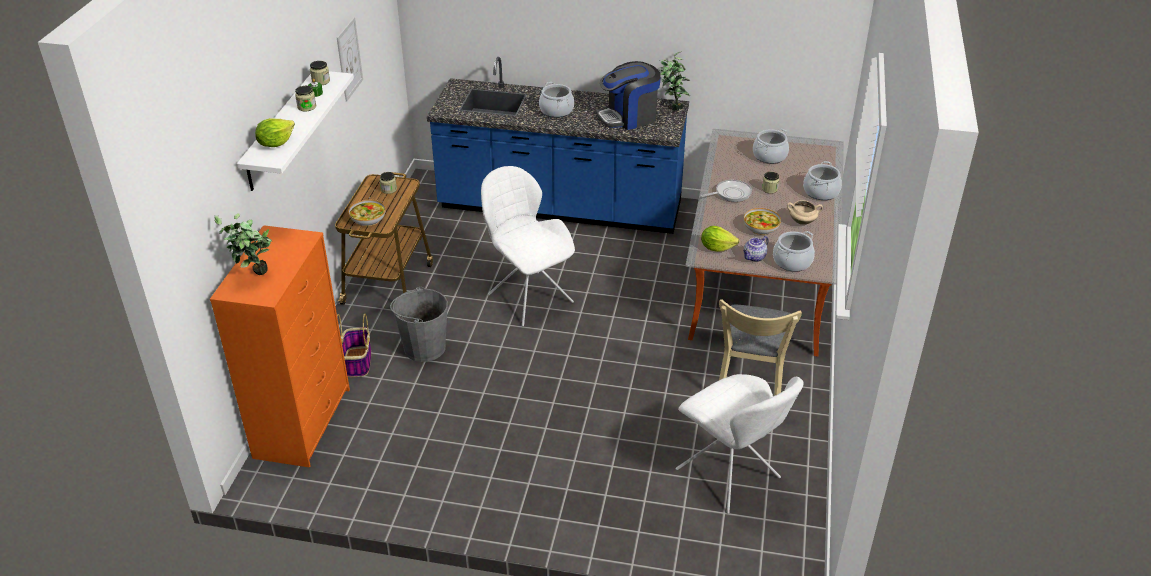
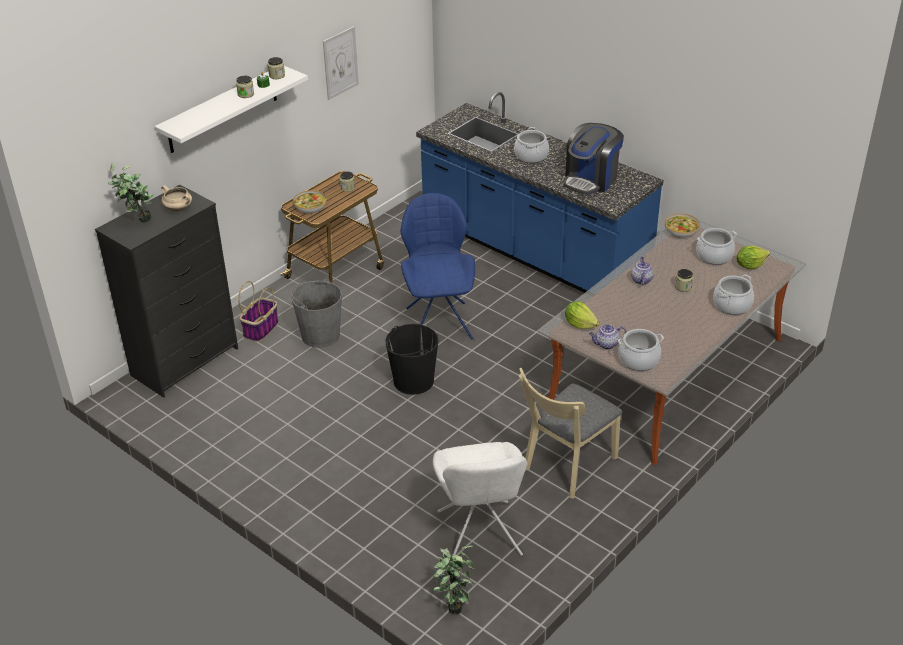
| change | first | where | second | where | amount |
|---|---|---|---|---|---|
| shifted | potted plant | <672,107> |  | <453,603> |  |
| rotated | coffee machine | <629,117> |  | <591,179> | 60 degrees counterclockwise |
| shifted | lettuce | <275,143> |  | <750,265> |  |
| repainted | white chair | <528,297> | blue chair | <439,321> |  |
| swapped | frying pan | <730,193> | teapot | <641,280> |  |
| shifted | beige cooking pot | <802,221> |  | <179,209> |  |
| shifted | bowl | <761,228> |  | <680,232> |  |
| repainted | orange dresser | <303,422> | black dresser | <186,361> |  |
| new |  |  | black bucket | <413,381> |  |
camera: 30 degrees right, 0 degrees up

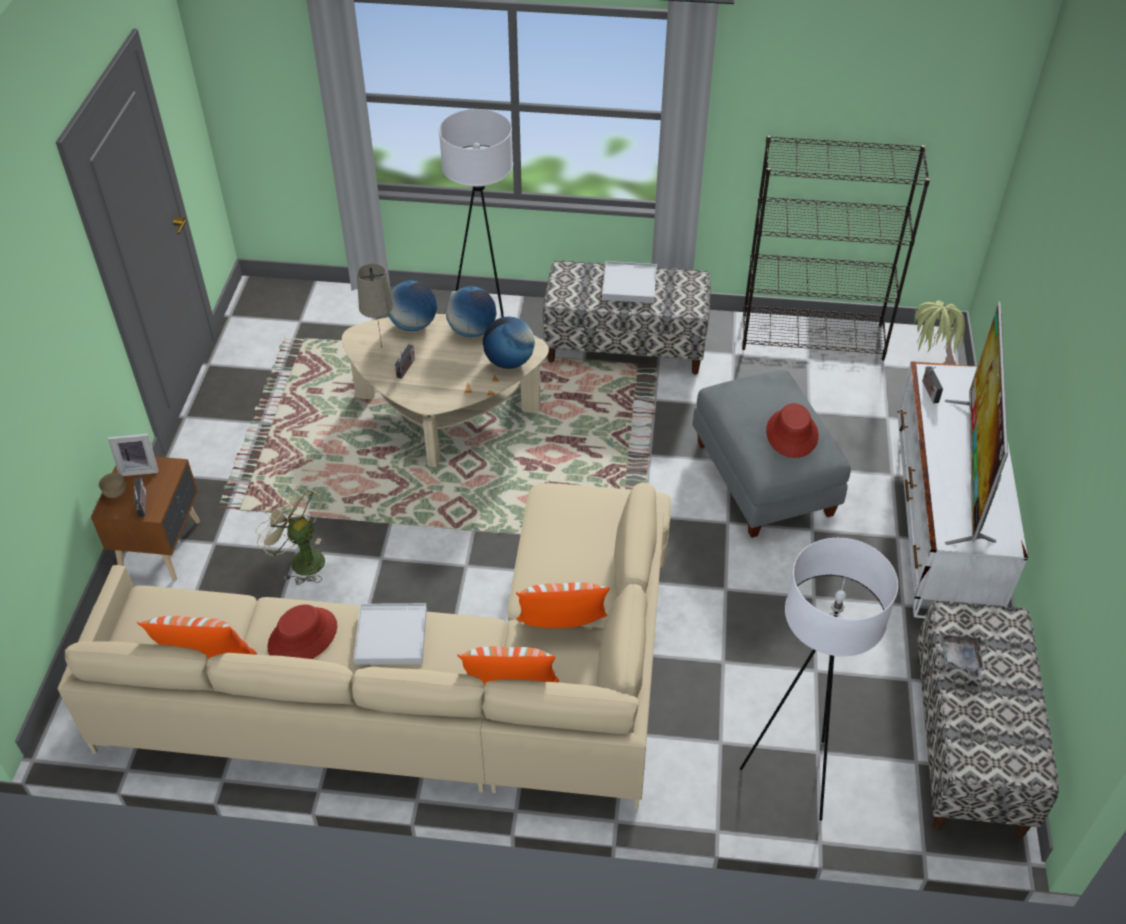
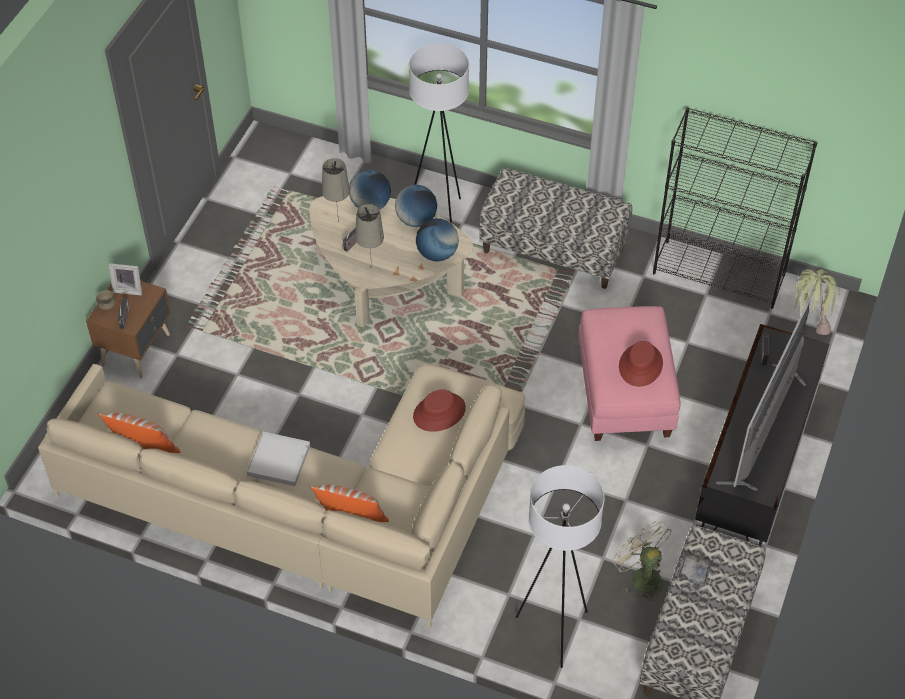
| change | first | where | second | where | amount |
|---|---|---|---|---|---|
| gone | white tray | <629,284> |  |  |  |
| repainted | white tv stand | <939,527> | black tv stand | <753,466> |  |
| repainted | grey ottoman | <765,479> | pink ottoman | <626,393> |  |
| shifted | beige fan | <301,560> |  | <641,576> |  |
| gone | pillow | <562,627> |  |  |  |
| shifted | red hat | <303,637> |  | <439,412> |  |
| new |  |  | beige table lamp | <371,271> |  |
camera: 15 degrees right, 5 degrees up

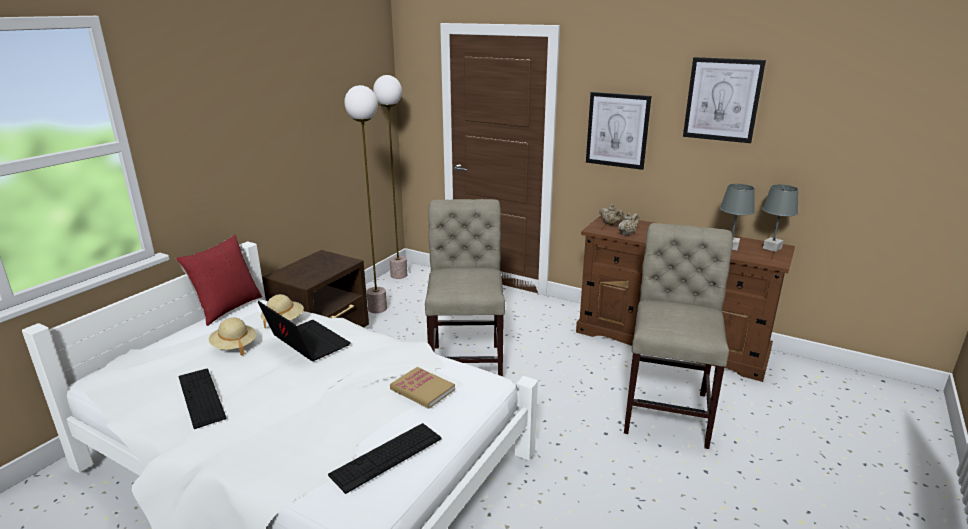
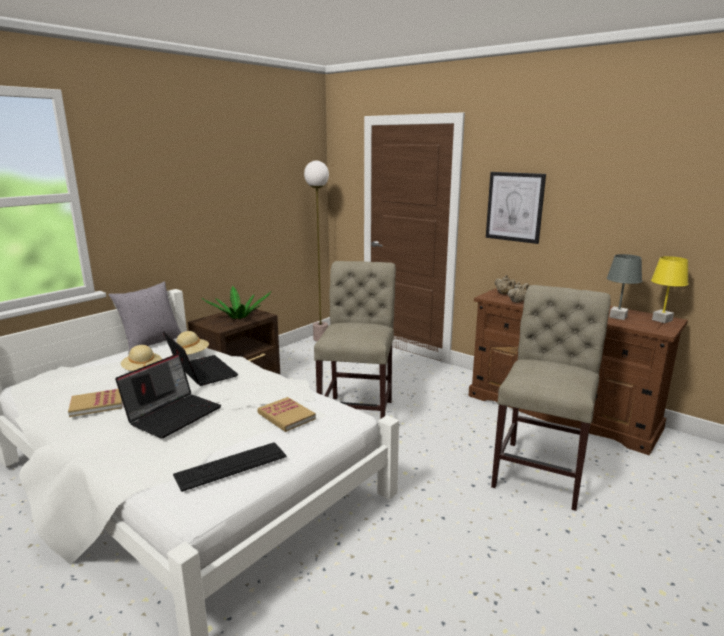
| change | first | where | second | where | amount |
|---|---|---|---|---|---|
| gone | picture | <722,100> |  |  |  |
| gone | floor lamp | <377,308> |  |  |  |
| repainted | grey table lamp | <772,248> | yellow table lamp | <662,320> |  |
| repainted | red pillow | <227,308> | grey pillow | <151,343> |  |
| swapped | keyboard | <201,397> | book | <97,404> |  |
| new |  |  | potted plant | <239,317> |  |
| new |  |  | laptop | <173,414> |  |
camera: 10 degrees right, 5 degrees down

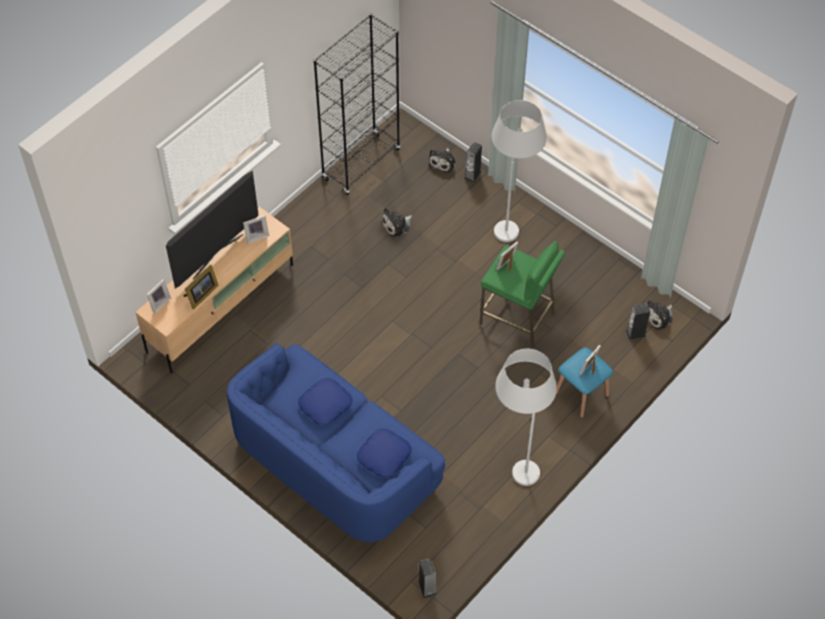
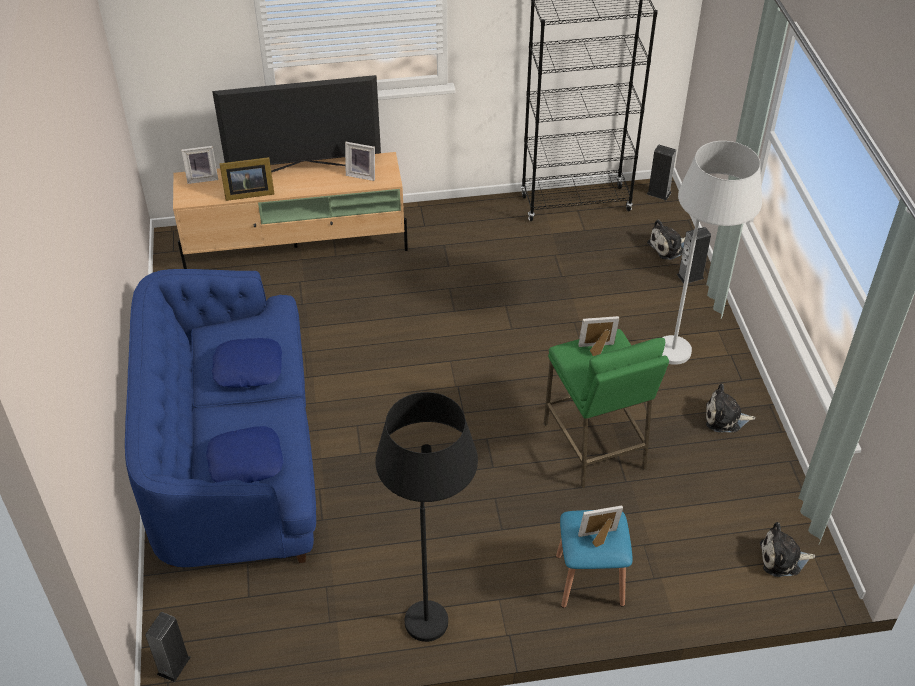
| change | first | where | second | where | amount |
|---|---|---|---|---|---|
| shifted | plush toy | <397,225> |  | <725,418> |  |
| shifted | speaker | <636,333> |  | <658,193> |  |
| repainted | white floor lamp | <517,461> | black floor lamp | <430,601> |  |
camera: 40 degrees right, 10 degrees down

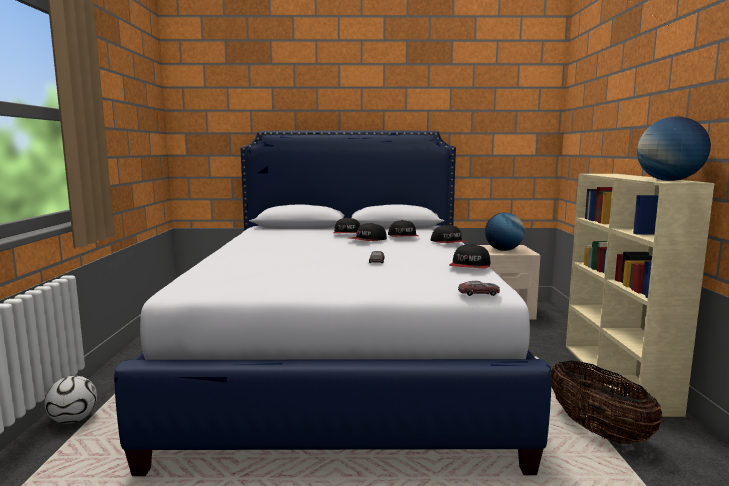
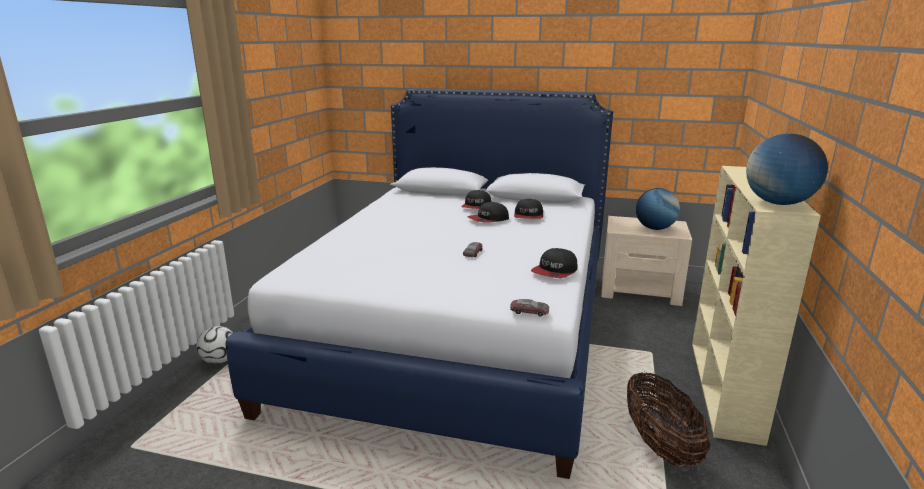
| change | first | where | second | where | amount |
|---|---|---|---|---|---|
| gone | cap | <449,243> |  |  |  |
camera: 15 degrees right, 10 degrees up

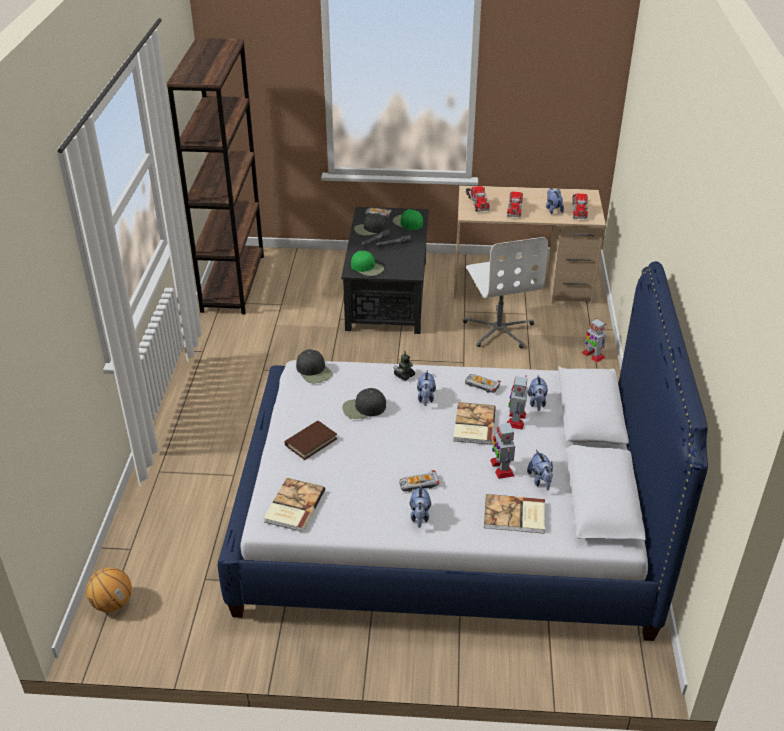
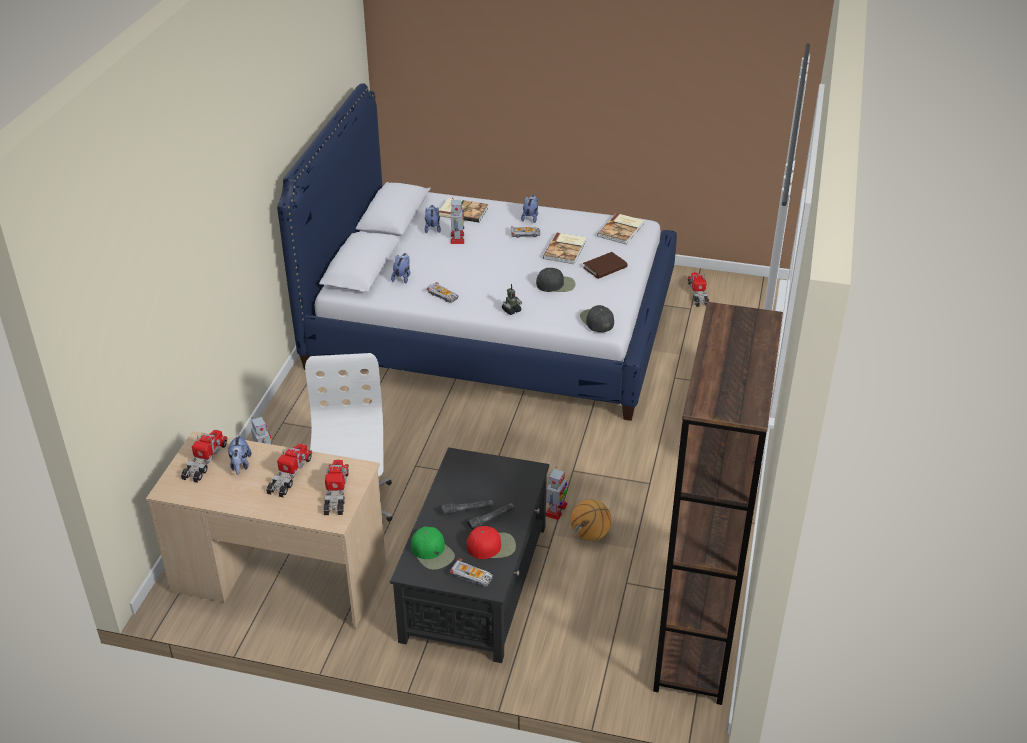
| change | first | where | second | where | amount |
|---|---|---|---|---|---|
| repainted | black cap | <370,229> | red cap | <491,546> |  |
| gone | green cap | <367,268> |  |  |  |
| gone | plush toy | <426,398> |  |  |  |
| shifted | toy robot | <516,419> |  | <556,510> |  |
| shifted | book | <473,425> |  | <566,250> |  |
| shifted | basketball | <112,603> |  | <590,534> |  |
| new |  |  | toy truck | <698,294> |  |
camera: 170 degrees left, 0 degrees up

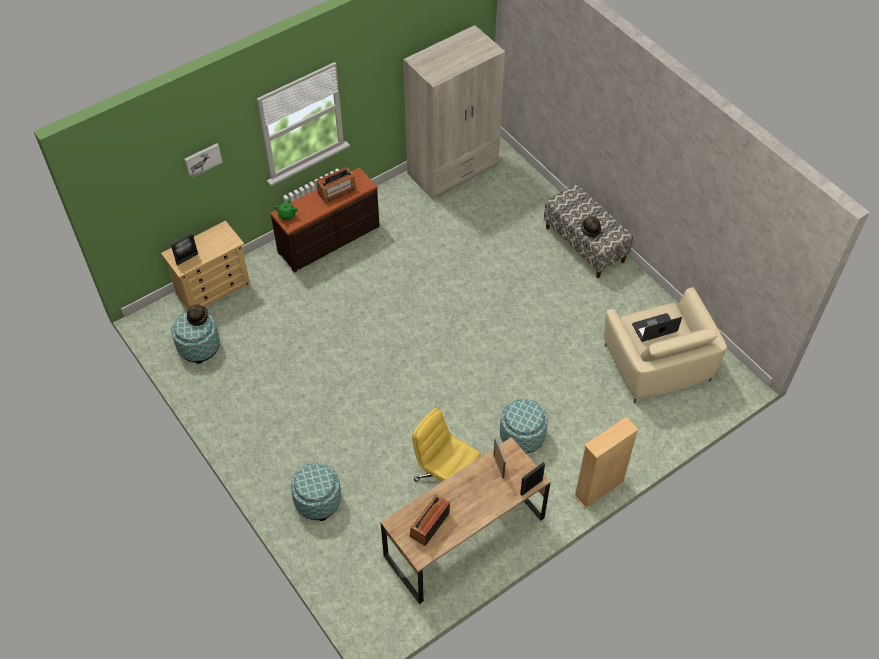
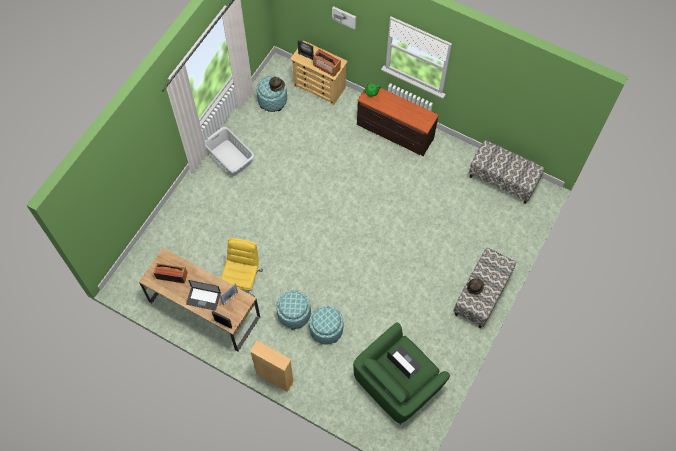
| change | first | where | second | where | amount |
|---|---|---|---|---|---|
| swapped | beige wardrobe | <453,170> | bench | <503,180> |  |
| shifted | radio | <337,191> |  | <326,67> |  |
| repainted | beige armchair | <657,363> | green armchair | <397,382> |  |
| shifted | ottoman | <318,501> |  | <326,330> |  |
| new |  |  | grey laundry basket | <230,158> |  |
| new |  |  | laptop | <203,299> |  |
camera: 65 degrees right, 10 degrees up

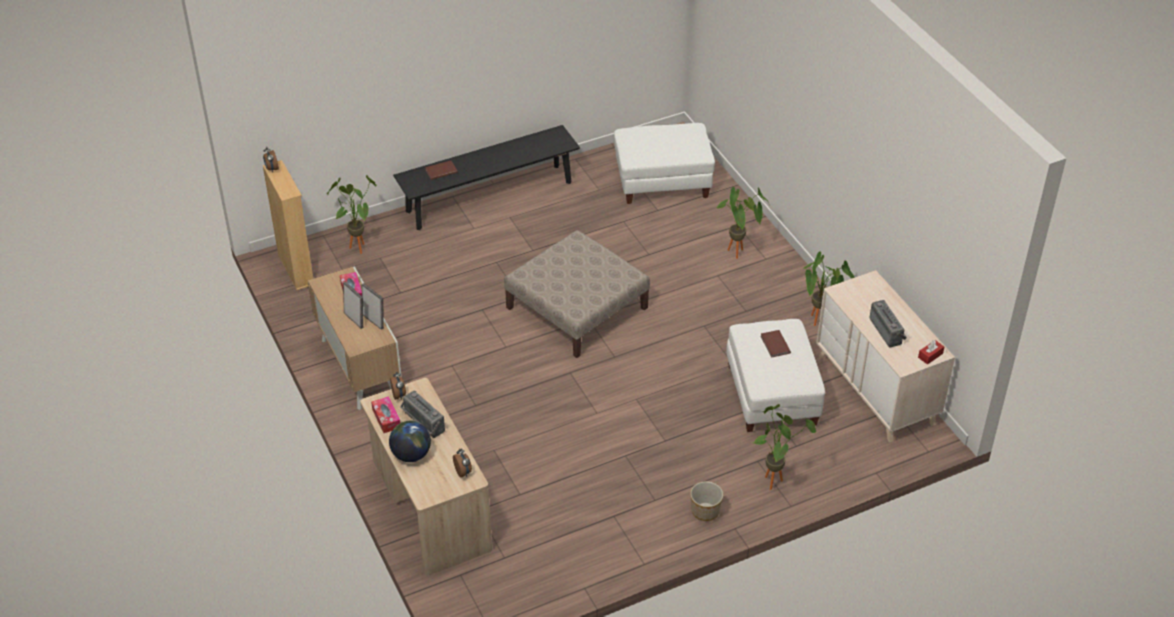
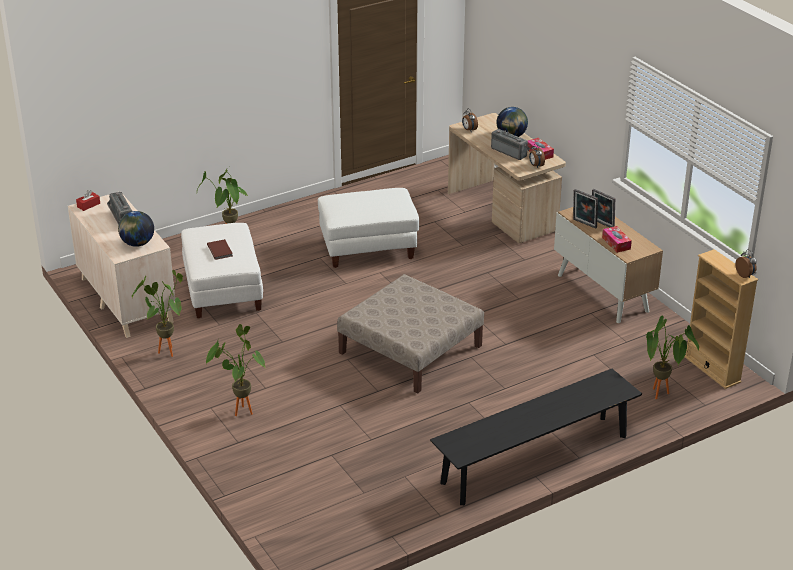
| change | first | where | second | where | amount |
|---|---|---|---|---|---|
| shifted | white ottoman | <662,182> |  | <368,248> |  |
| gone | brown book | <440,171> |  |  |  |
| gone | planter | <706,511> |  |  |  |
| new |  |  | globe | <137,243> |  |
camera: 175 degrees right, 10 degrees down

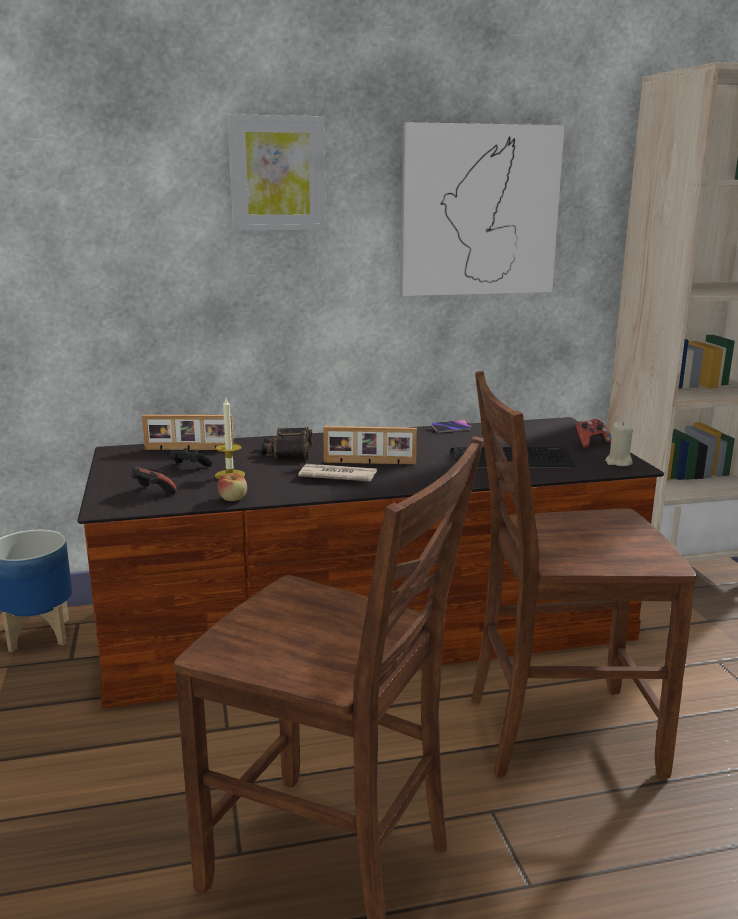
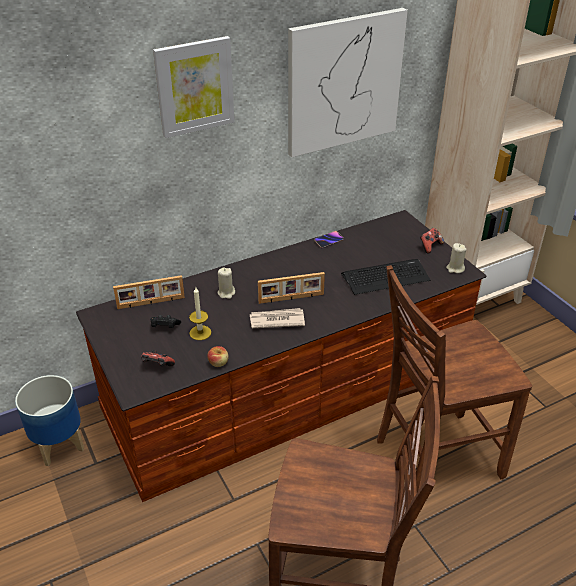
| change | first | where | second | where | amount |
|---|---|---|---|---|---|
| swapped | binoculars | <288,451> | beige candle | <226,293> |  |
camera: 15 degrees left, 20 degrees up

